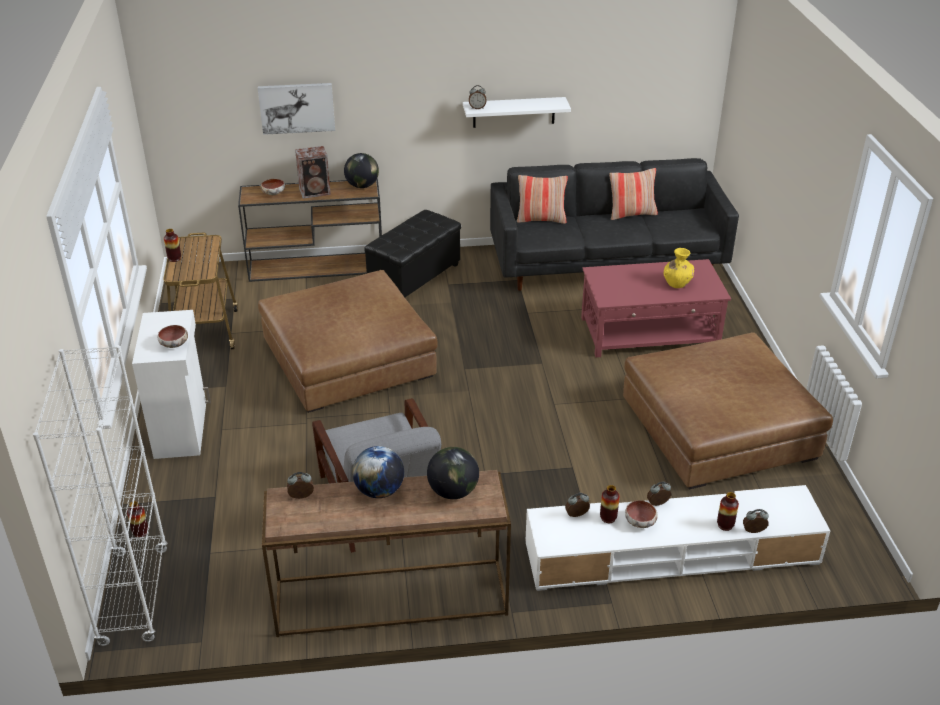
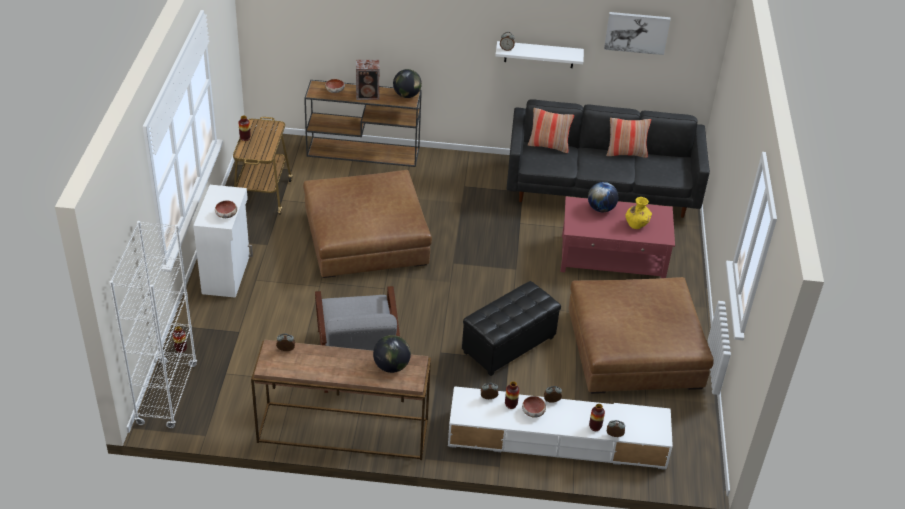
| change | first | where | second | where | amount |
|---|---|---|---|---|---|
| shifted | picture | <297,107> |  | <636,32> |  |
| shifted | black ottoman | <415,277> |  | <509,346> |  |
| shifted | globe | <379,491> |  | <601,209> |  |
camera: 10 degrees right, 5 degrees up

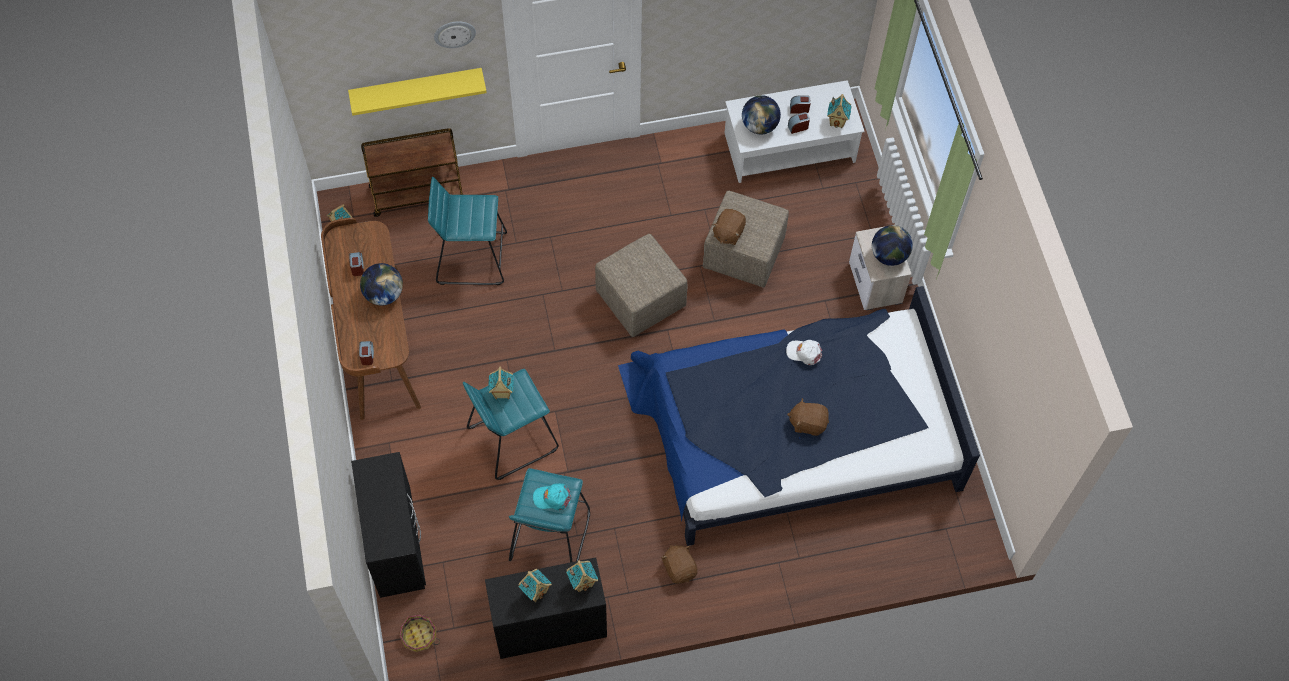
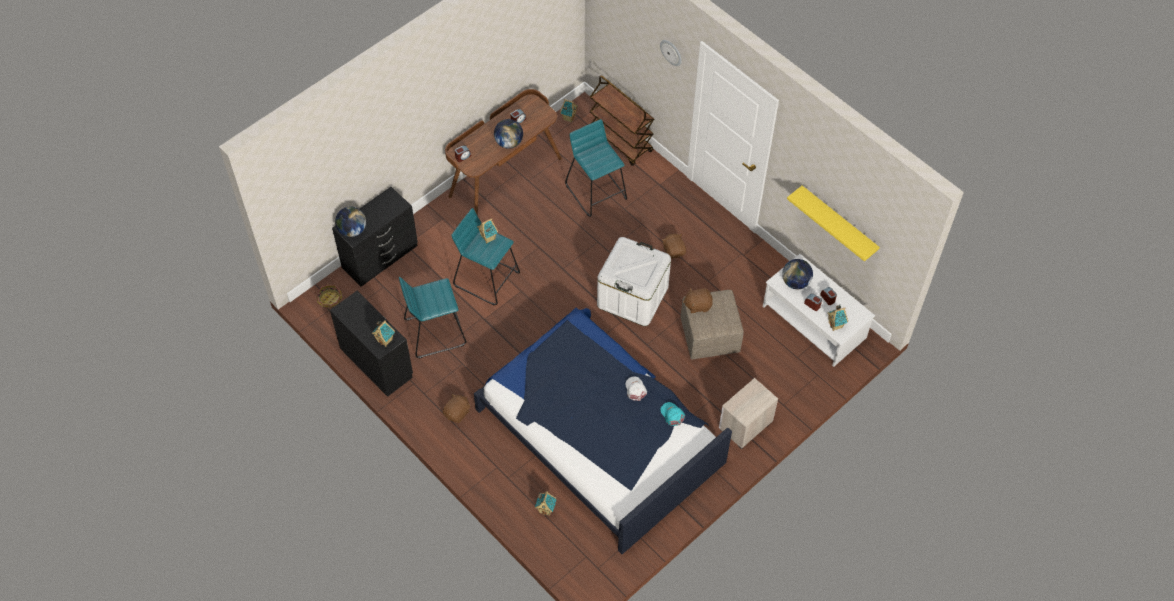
| change | first | where | second | where | amount |
|---|---|---|---|---|---|
| shifted | yellow shelf | <416,88> |  | <838,222> |  |
| shifted | globe | <889,255> |  | <352,230> |  |
| swapped | beige ottoman | <641,300> | white storage box | <632,296> |  |
| shifted | brown plush toy | <808,423> |  | <674,251> |  |
| shifted | turquoise cap | <552,498> |  | <672,415> |  |
| shifted | toy house | <536,591> |  | <546,509> |  |
camera: 60 degrees right, 5 degrees down

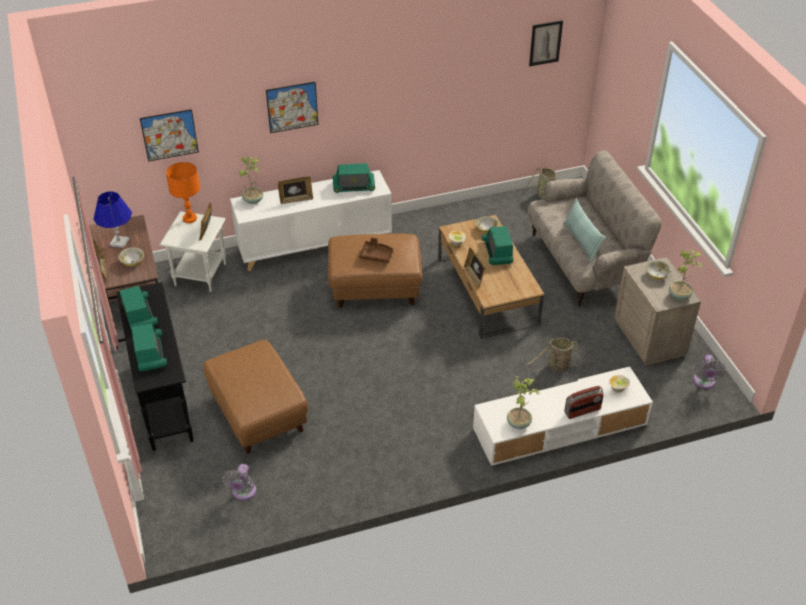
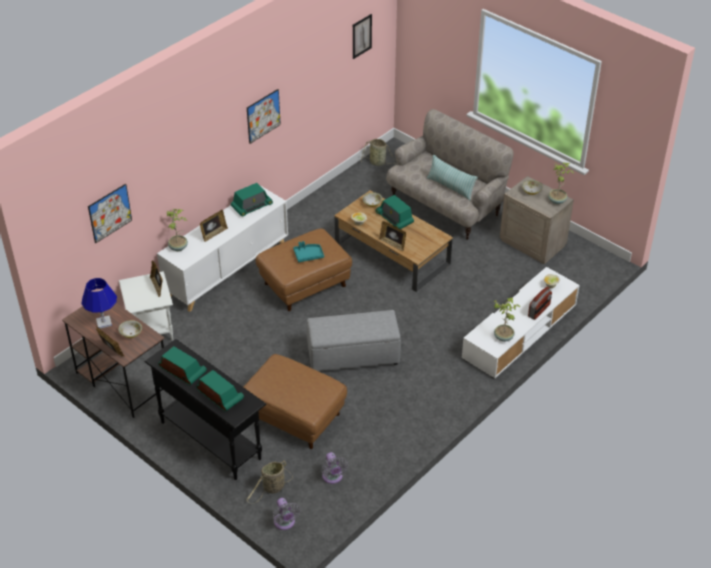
| change | first | where | second | where | amount |
|---|---|---|---|---|---|
| shifted | picture | <292,107> |  | <263,116> |  |
| gone | orange table lamp | <189,219> |  |  |  |
| repainted | brown tray | <376,255> | turquoise tray | <308,255> |  |
| shifted | basket | <556,366> |  | <272,488> |  |
| shifted | grey fan | <704,382> |  | <285,523> |  |
| new |  |  | grey ottoman | <352,356> |  |
camera: 30 degrees left, 0 degrees up

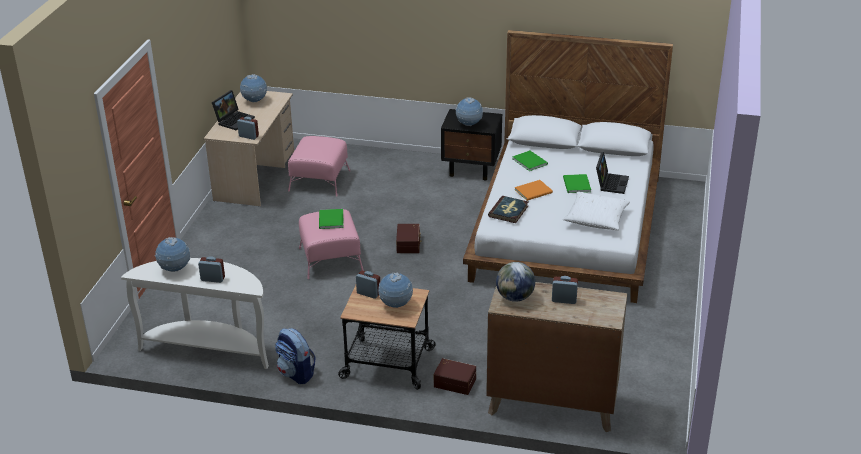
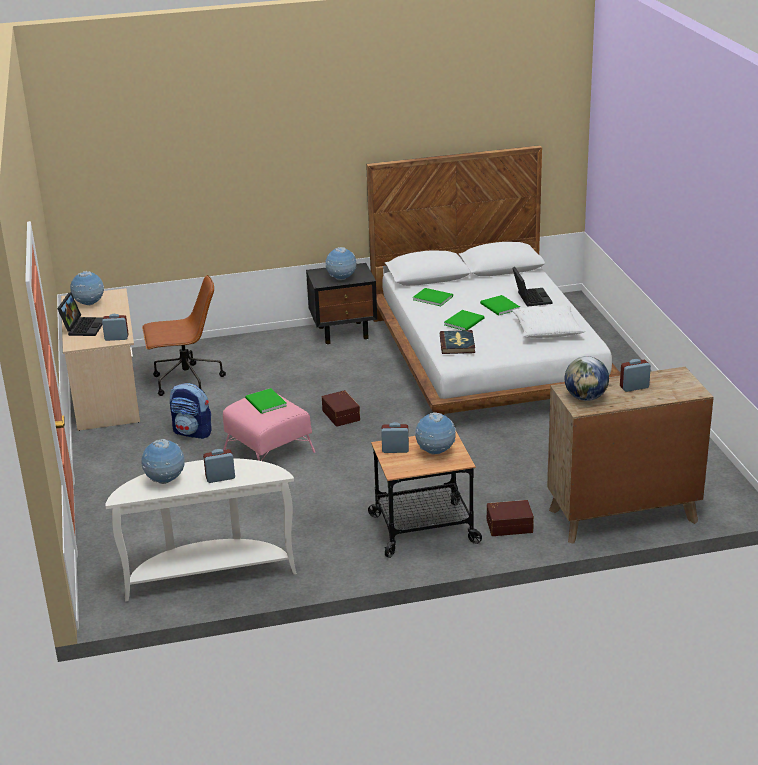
| change | first | where | second | where | amount |
|---|---|---|---|---|---|
| swapped | pink ottoman | <319,181> | brown office chair | <186,382> |  |
| repainted | orange book | <534,191> | green book | <465,321> |  |
| shifted | backpack | <296,373> |  | <193,432> |  |
camera: 25 degrees left, 5 degrees down

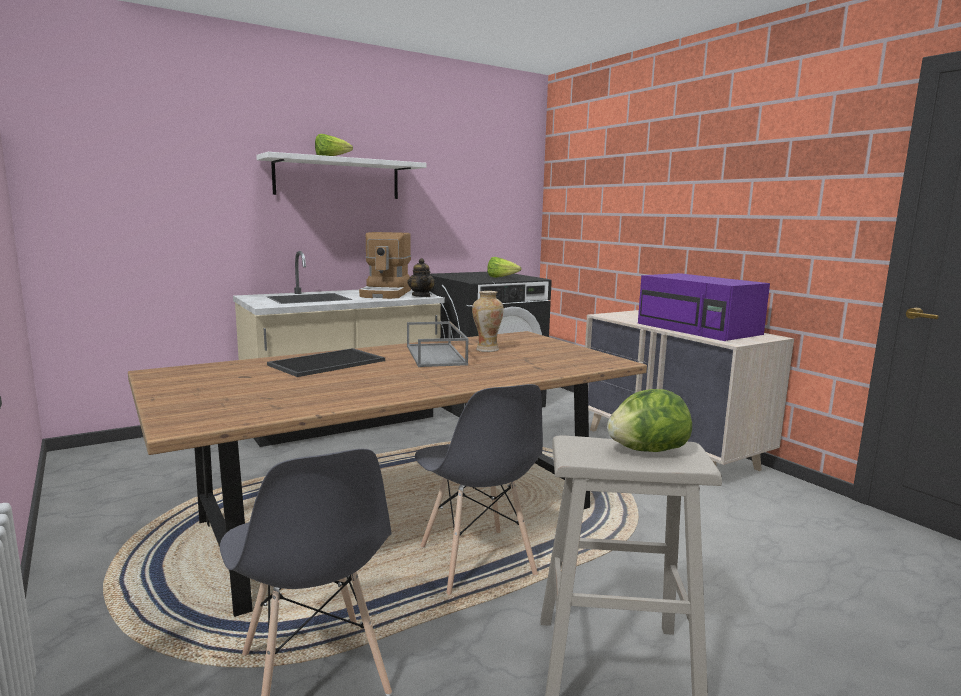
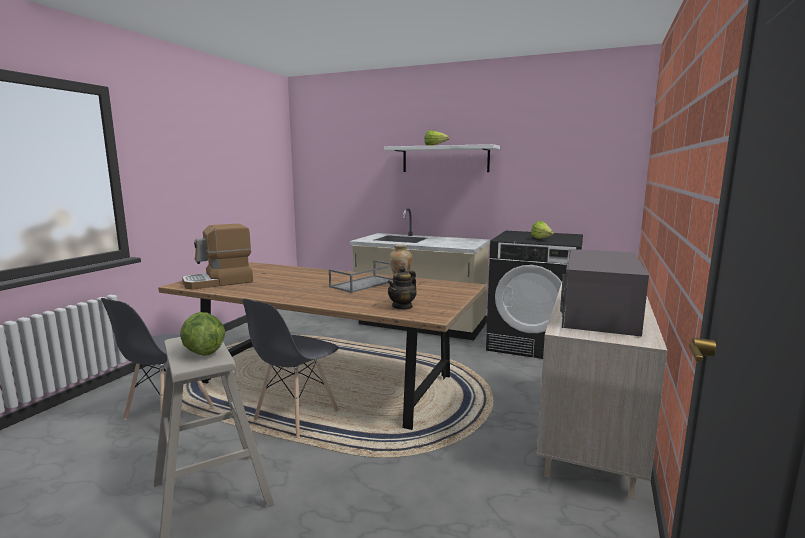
| change | first | where | second | where | amount |
|---|---|---|---|---|---|
| shifted | coffee machine | <387,293> |  | <219,282> |  |
| shifted | teapot | <421,296> |  | <402,306> |  |
| repainted | purple microwave | <699,329> | grey microwave | <598,314> |  |
| gone | tray | <327,363> |  |  |  |
camera: 55 degrees right, 0 degrees up

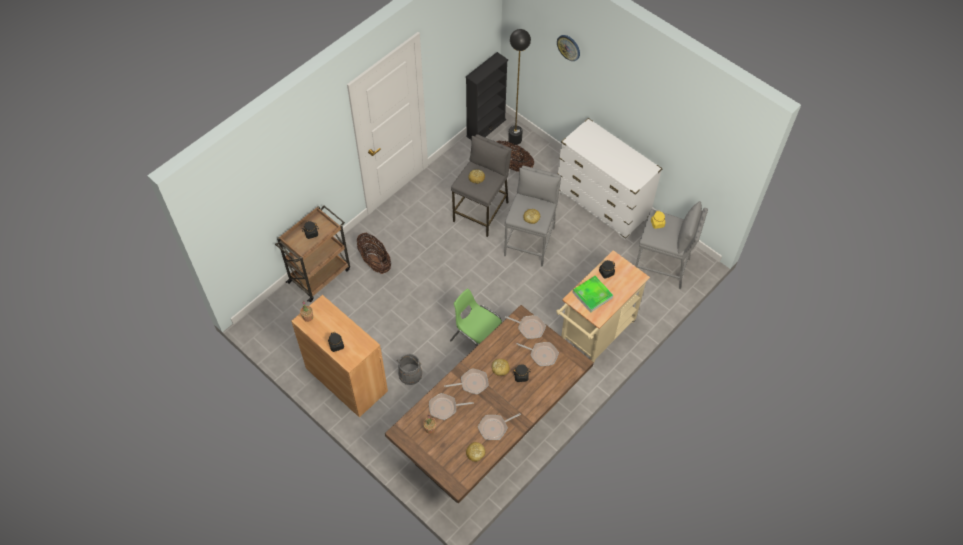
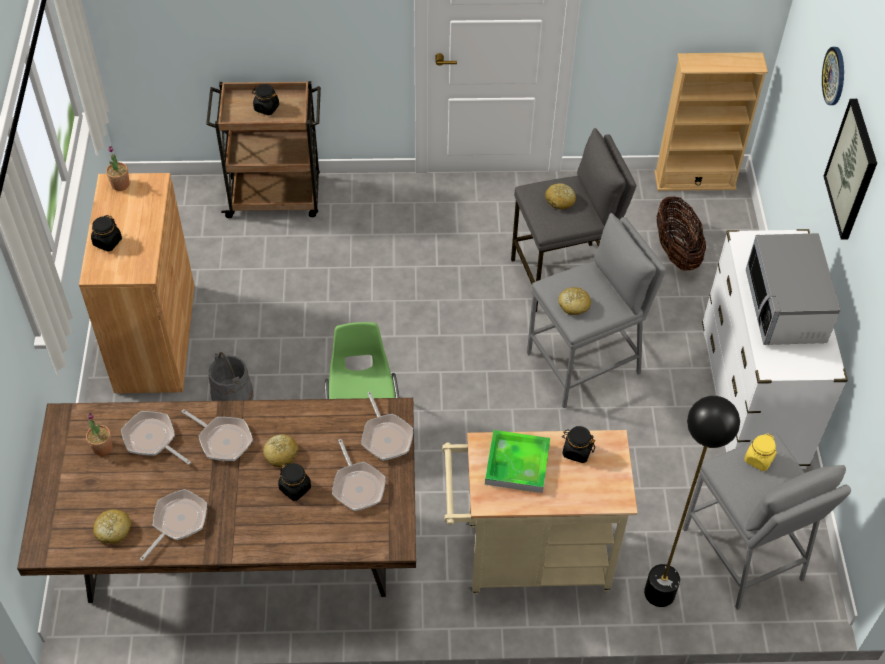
| change | first | where | second | where | amount |
|---|---|---|---|---|---|
| shifted | black floor lamp | <515,139> |  | <660,593> |  |
| repainted | black bookcase | <486,128> | beige bookcase | <695,180> |  |
| gone | basket | <375,261> |  |  |  |
| rotated | frying pan | <495,428> |  | <177,522> | 105 degrees clockwise |
| new |  |  | picture | <852,169> |  |
| new |  |  | microwave | <785,307> |  |
camera: 45 degrees right, 5 degrees down

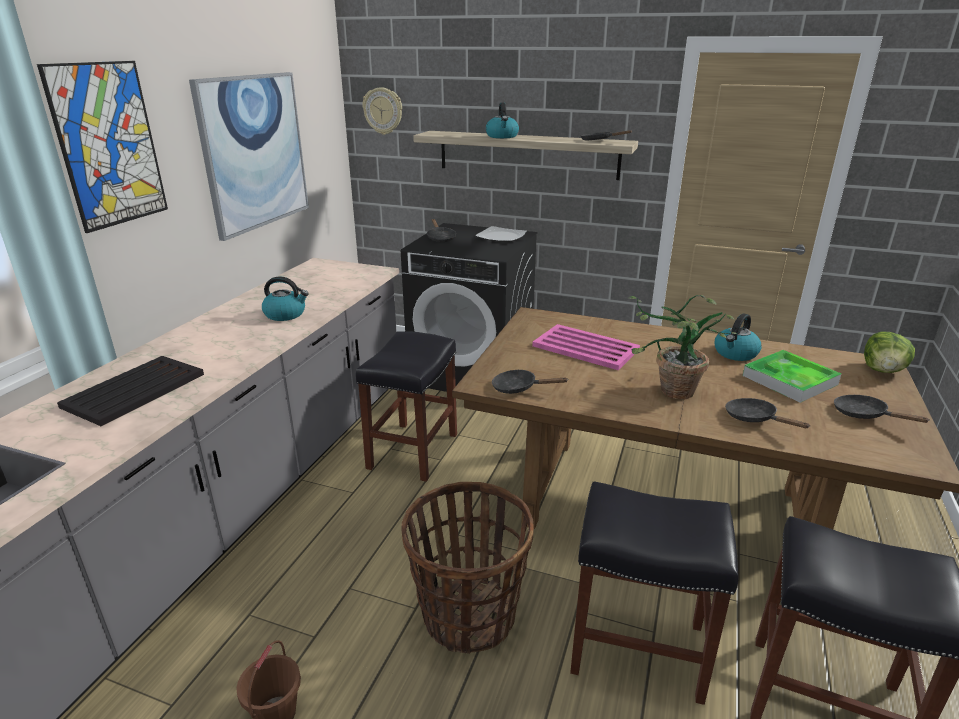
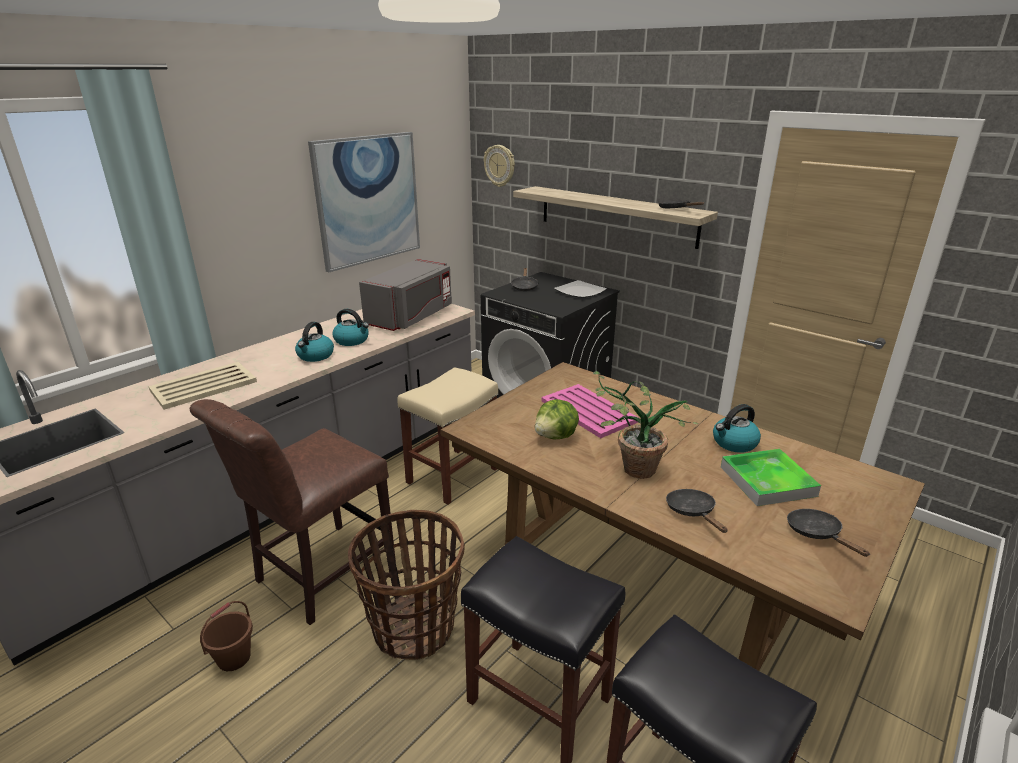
| change | first | where | second | where | amount |
|---|---|---|---|---|---|
| gone | picture | <109,145> |  |  |  |
| shifted | kettle | <502,136> |  | <315,356> |  |
| repainted | black stool | <413,450> | beige stool | <453,474> |  |
| shifted | lettuce | <883,370> |  | <556,436> |  |
| repainted | black tray | <136,390> | beige tray | <205,386> |  |
| gone | black frying pan | <518,388> |  |  |  |
| new |  |  | grey microwave | <411,316> |  |
| new |  |  | brown chair | <319,575> |  |
camera: 20 degrees right, 0 degrees up

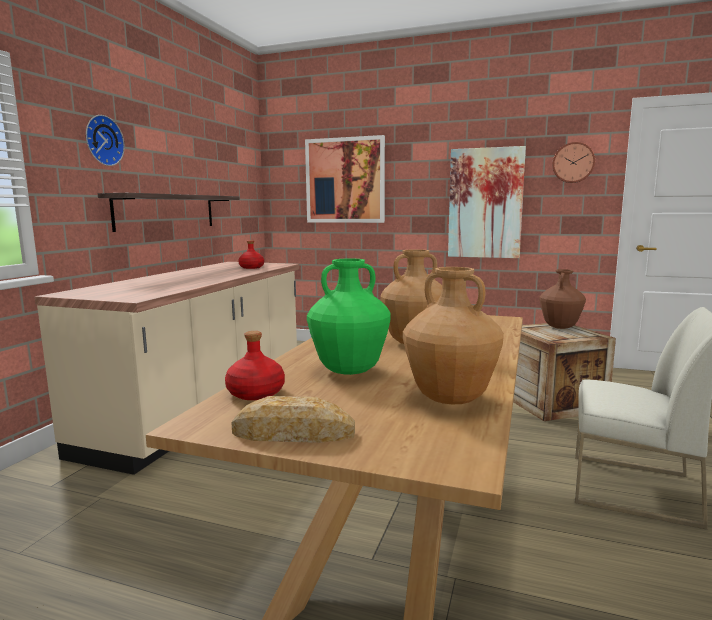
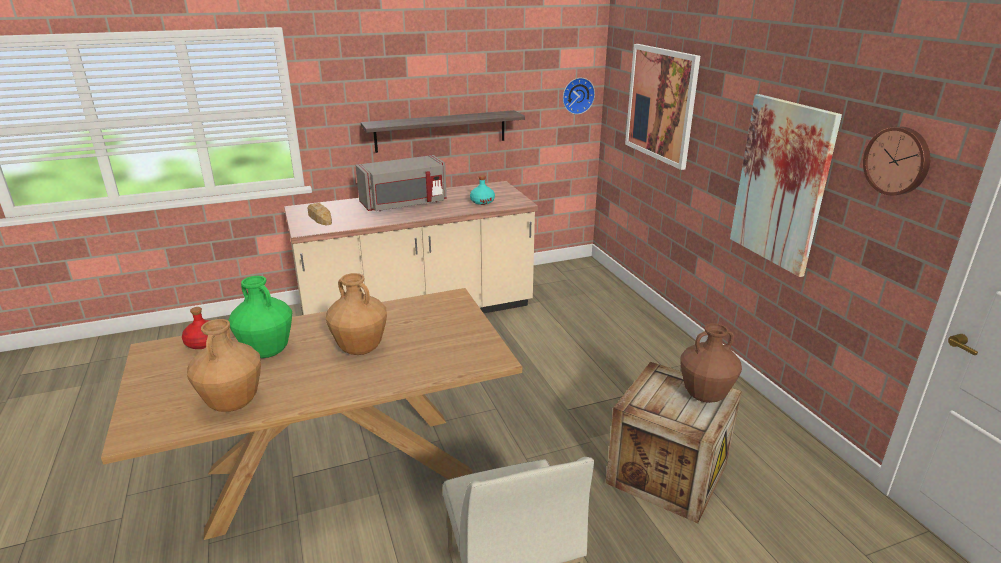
| change | first | where | second | where | amount |
|---|---|---|---|---|---|
| shifted | wall clock | <102,140> |  | <577,95> |  |
| repainted | red bottle | <251,267> | turquoise bottle | <482,201> |  |
| shifted | bread | <293,433> |  | <320,218> |  |
| new |  |  | grey microwave | <404,204> |  |
camera: 50 degrees right, 15 degrees up

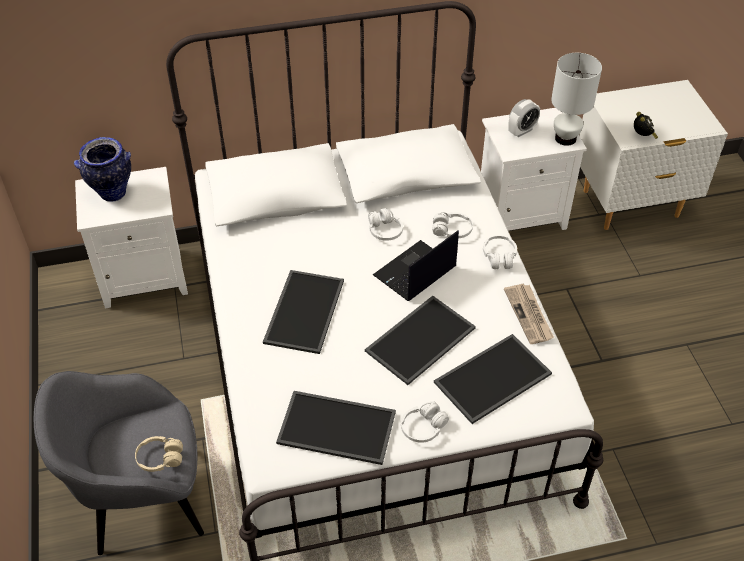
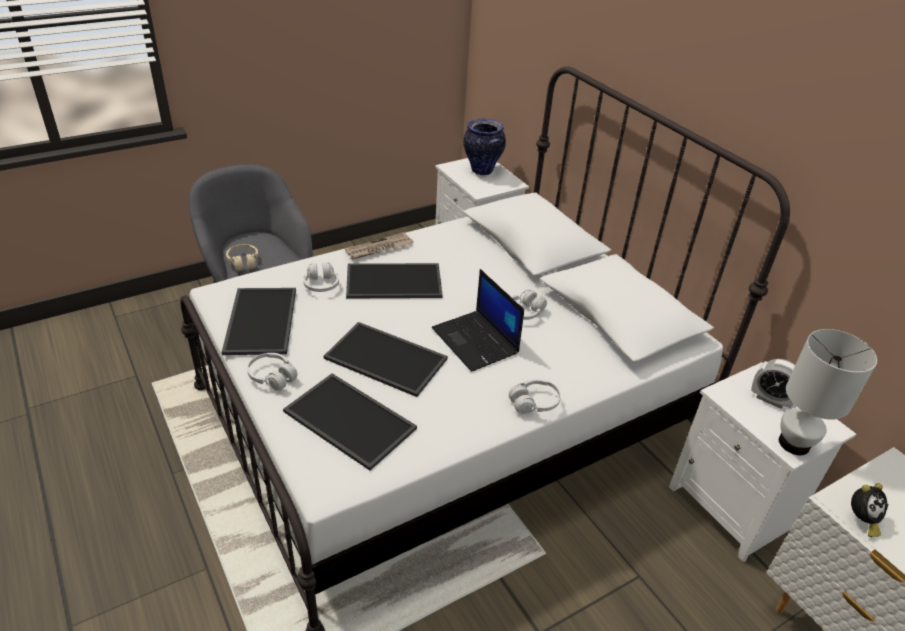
| change | first | where | second | where | amount |
|---|---|---|---|---|---|
| shifted | white headphones | <452,230> |  | <321,285> |  |
| rotated | laptop | <414,272> |  | <476,341> | 150 degrees counterclockwise |
| shifted | newspaper | <529,315> |  | <379,248> |  |
camera: 70 degrees right, 10 degrees down

